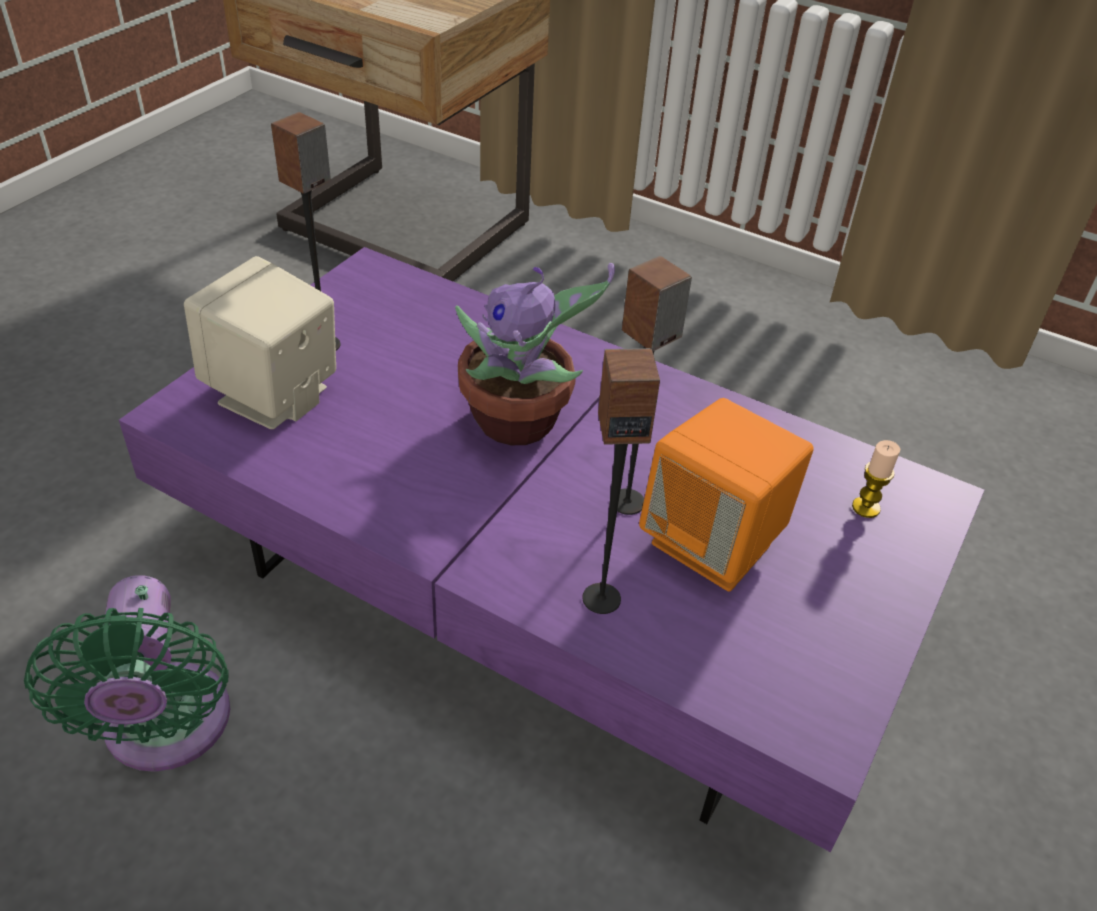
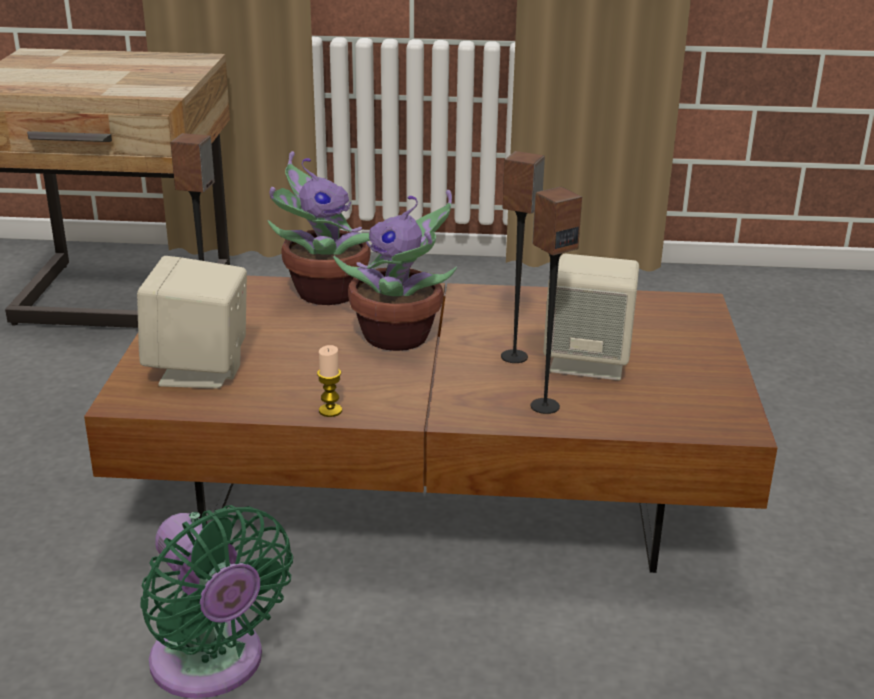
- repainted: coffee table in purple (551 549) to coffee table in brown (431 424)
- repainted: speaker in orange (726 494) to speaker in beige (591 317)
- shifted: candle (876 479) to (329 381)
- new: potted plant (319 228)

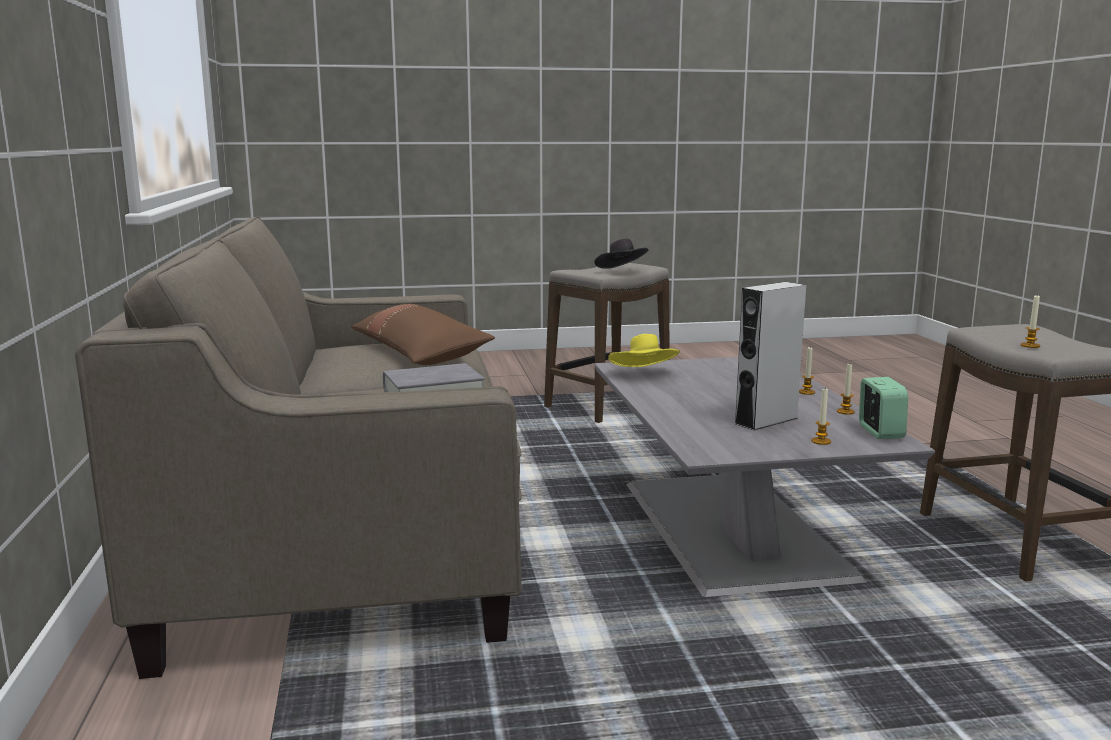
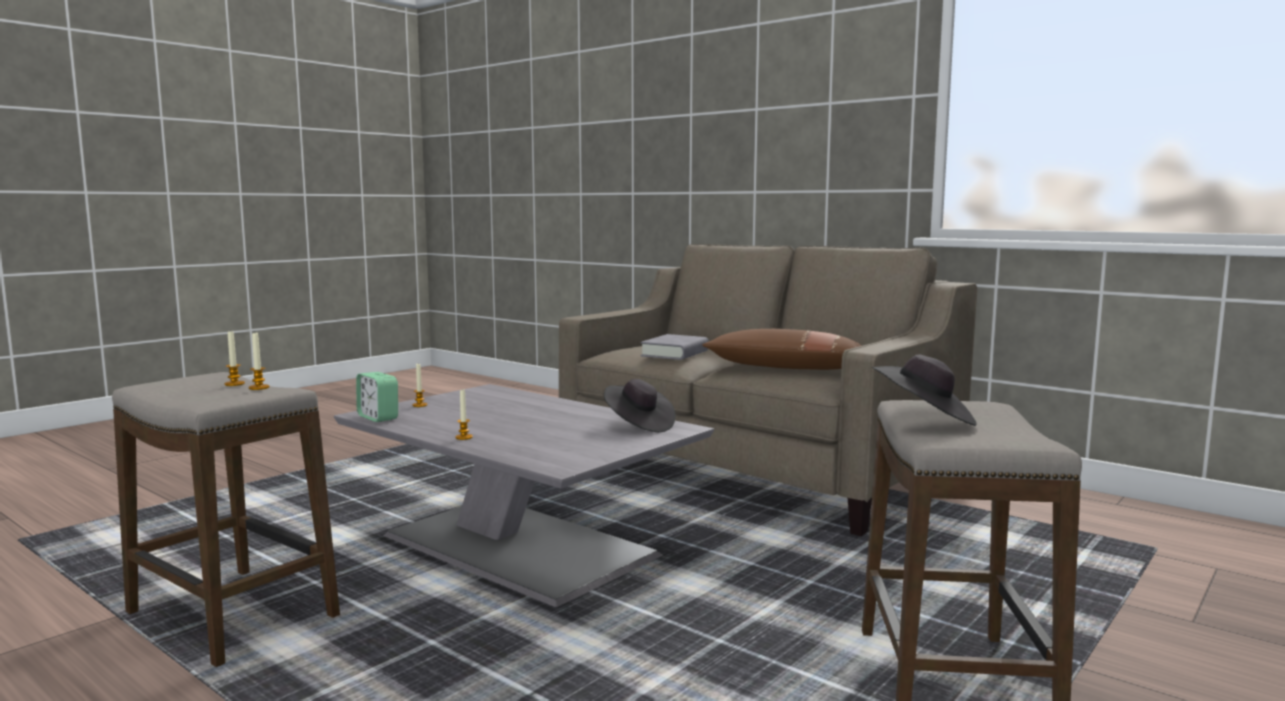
- gone: speaker in grey (770 356)
- repainted: hat in yellow (644 350) to hat in black (640 405)
- shifted: candle (846 389) to (259 361)

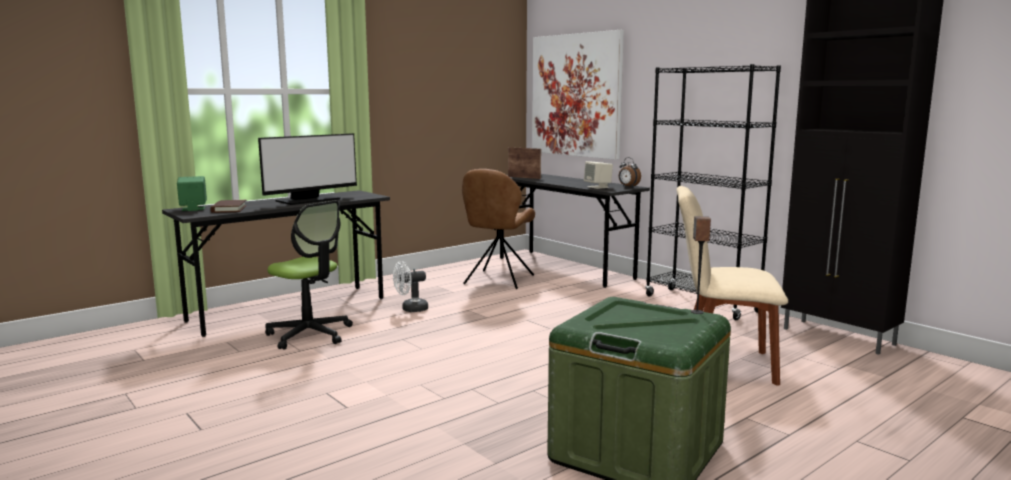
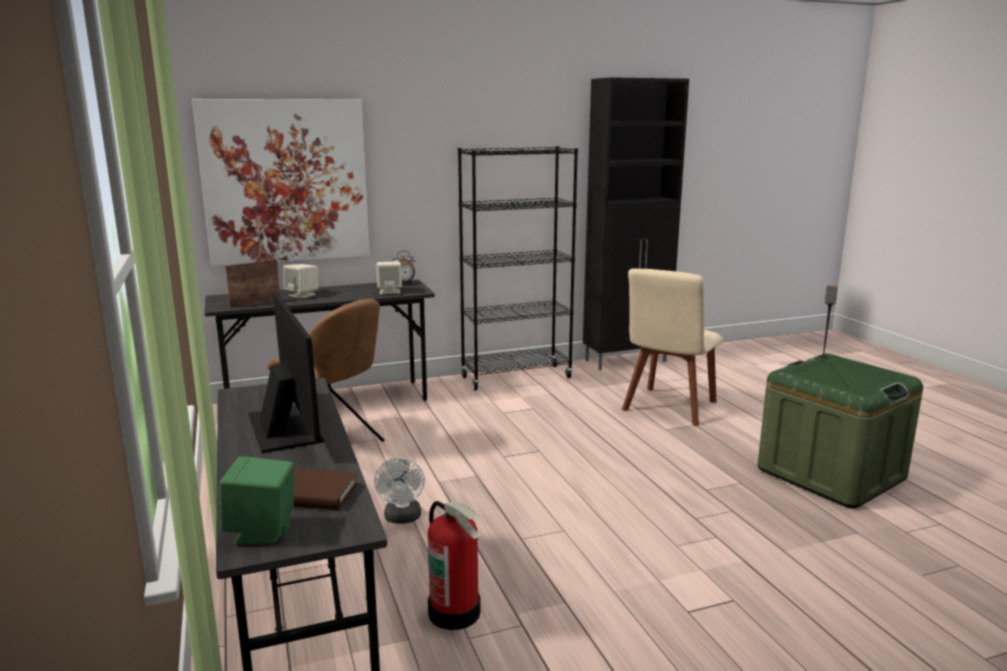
- swapped: office chair (309 275) to fire extinguisher (454 565)
- new: speaker in beige (300 281)

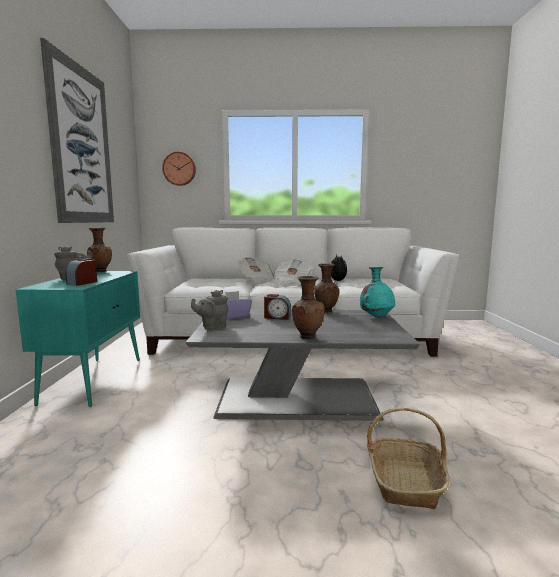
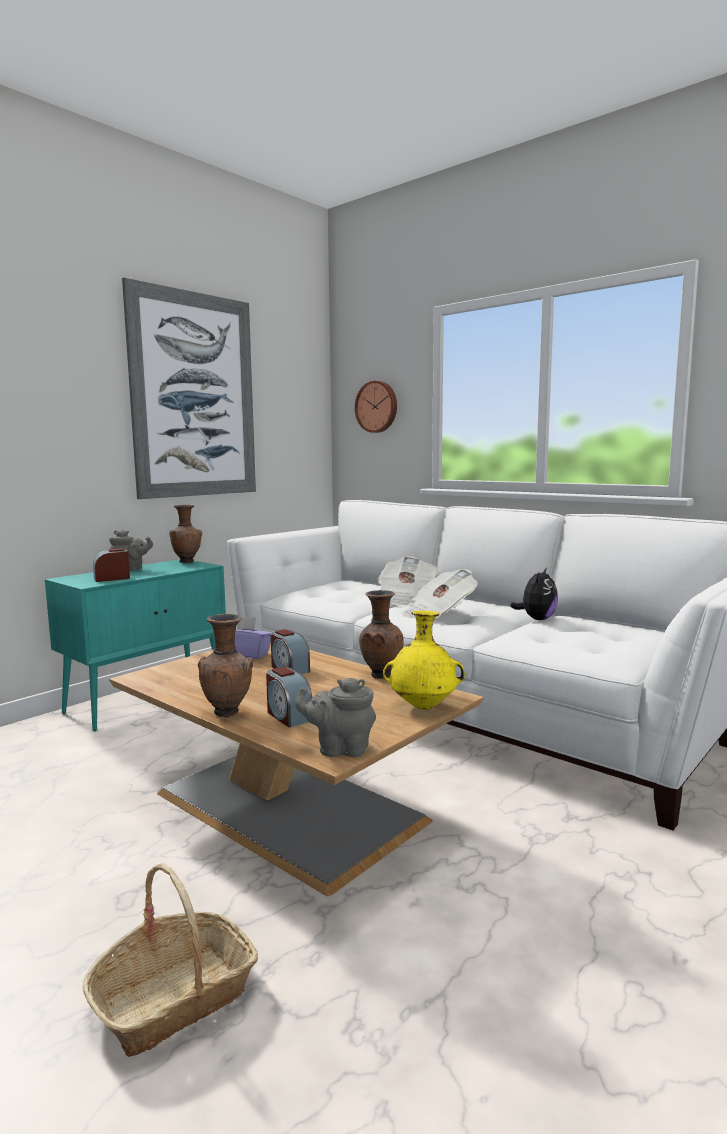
- repainted: vase in turquoise (377 292) to vase in yellow (424 660)
- shifted: teapot in grey (209 310) to (335 717)
- repainted: coffee table in grey (303 365) to coffee table in brown (296 769)
- new: alarm clock (289 697)

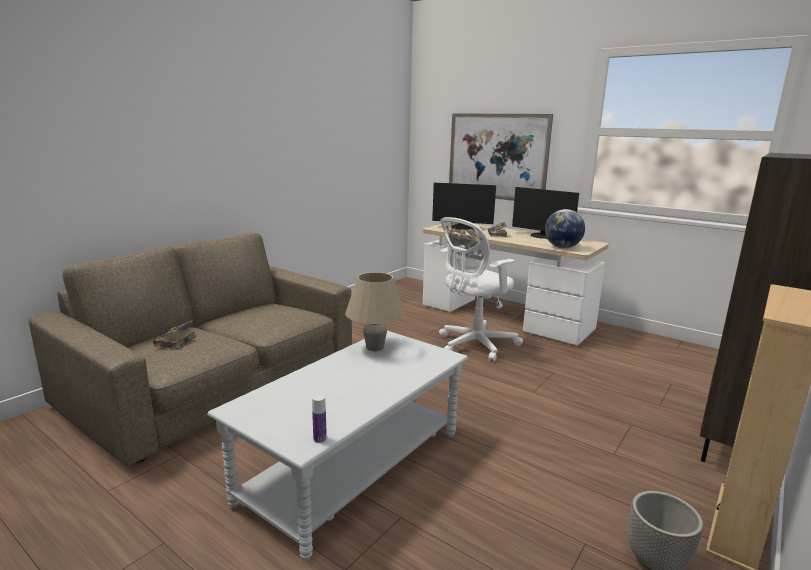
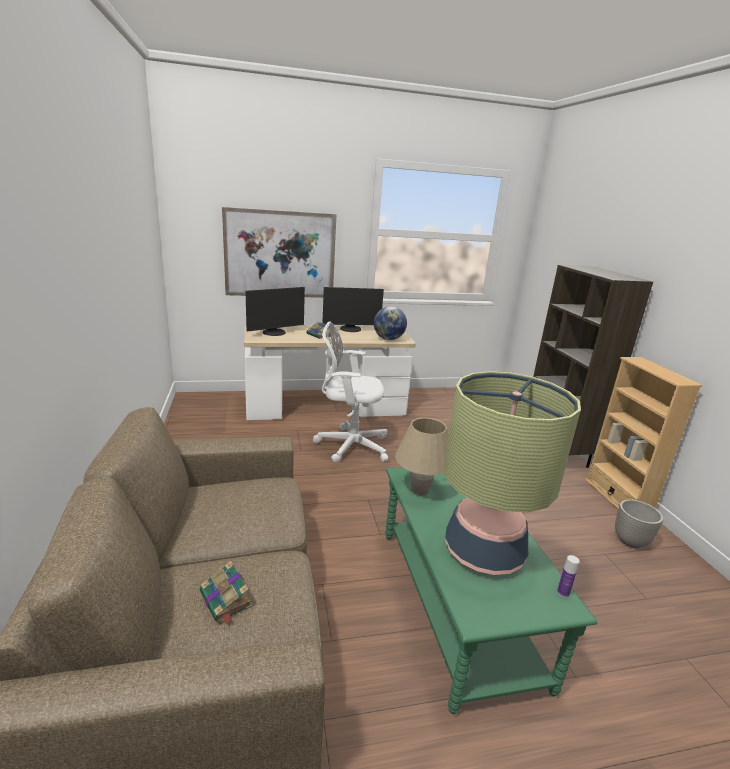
- rotated: office chair in white (481 289) = (350 392) 90 degrees clockwise
- repainted: coffee table in grey (337 446) to coffee table in green (491 591)
- new: table lamp (512 473)

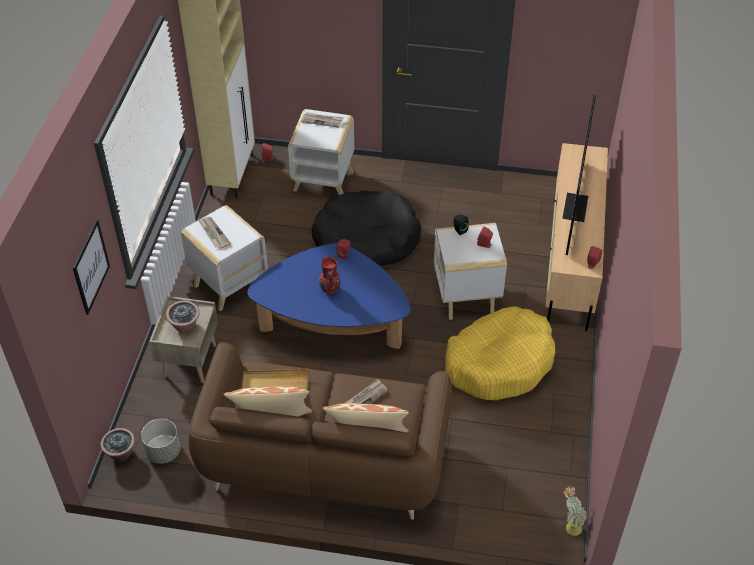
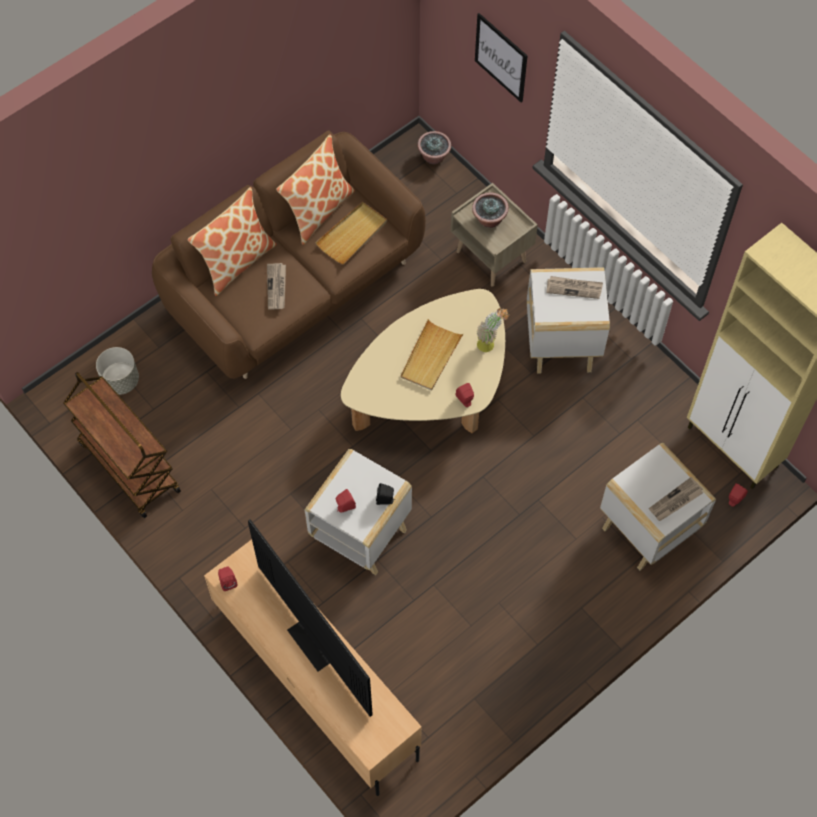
- gone: dog bed in black (366 228)
- repainted: coffee table in blue (329 296) to coffee table in beige (423 361)
- swapped: vase in red (330 275) to tray in beige (432 355)
- gone: dog bed in yellow (500 353)
- shifted: planter in grey (160 441) to (117 371)
- shifted: potted plant (575 511) to (493 330)
- new: cart in brown (122 445)

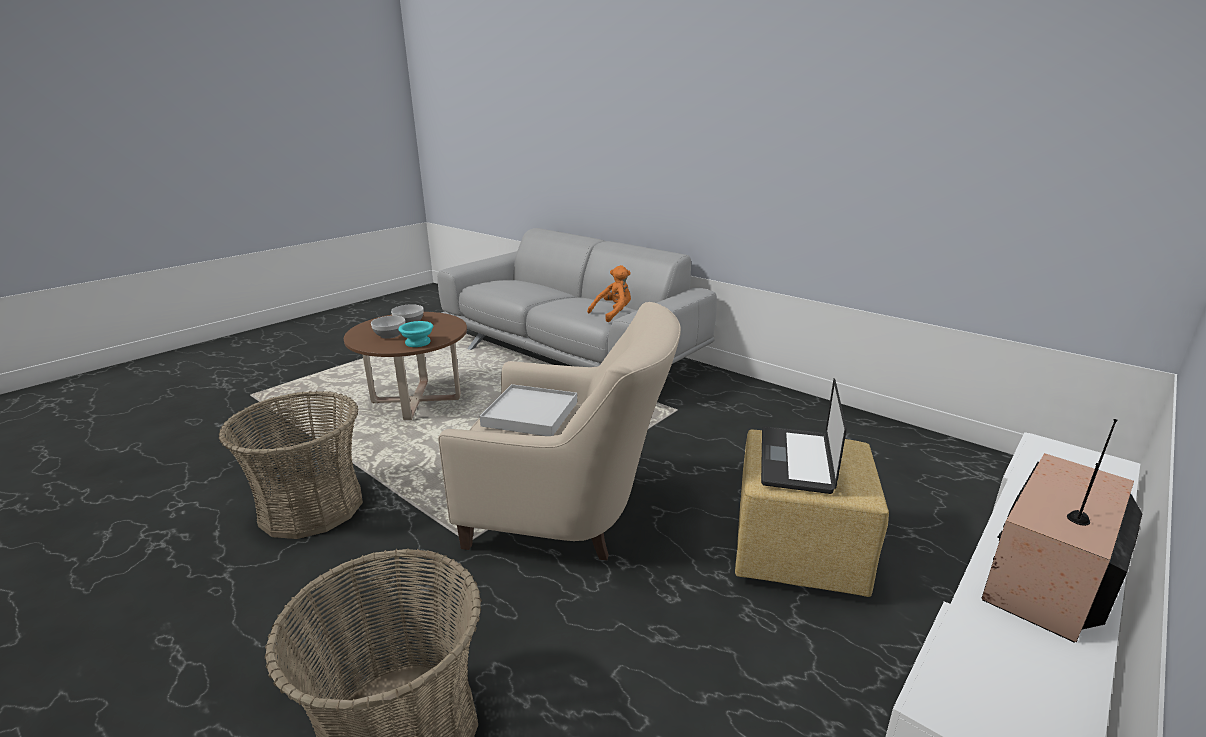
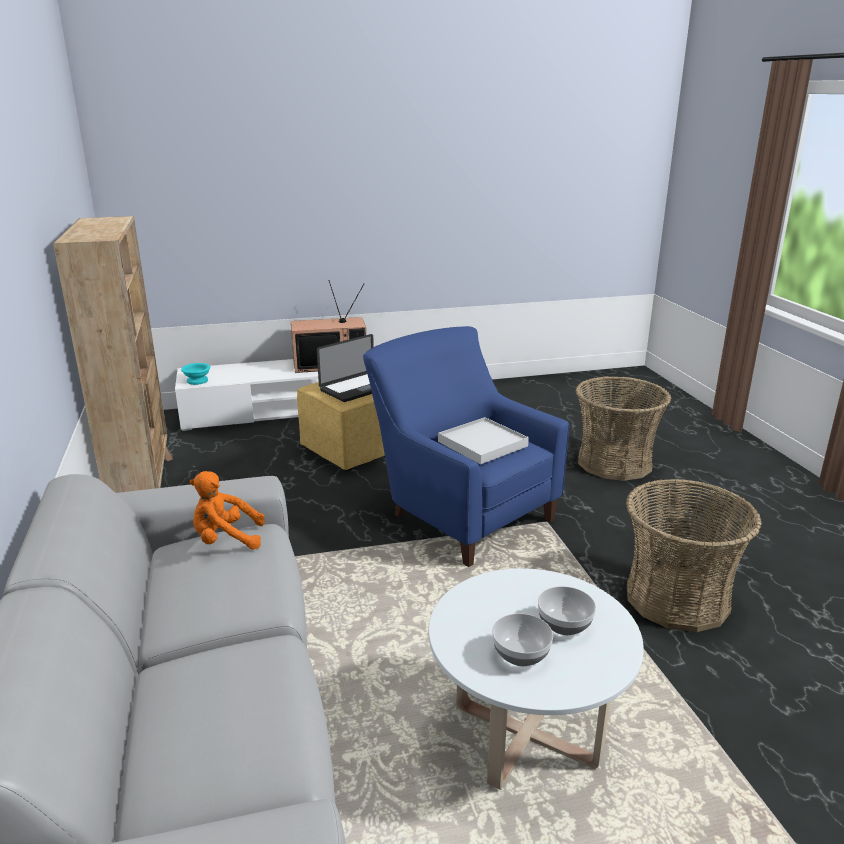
- repainted: armchair in beige (559 431) to armchair in blue (466 446)
- repainted: coffee table in brown (405 366) to coffee table in white (536 679)
- shifted: bowl in turquoise (415 334) to (195 374)
- new: bookcase in beige (113 354)

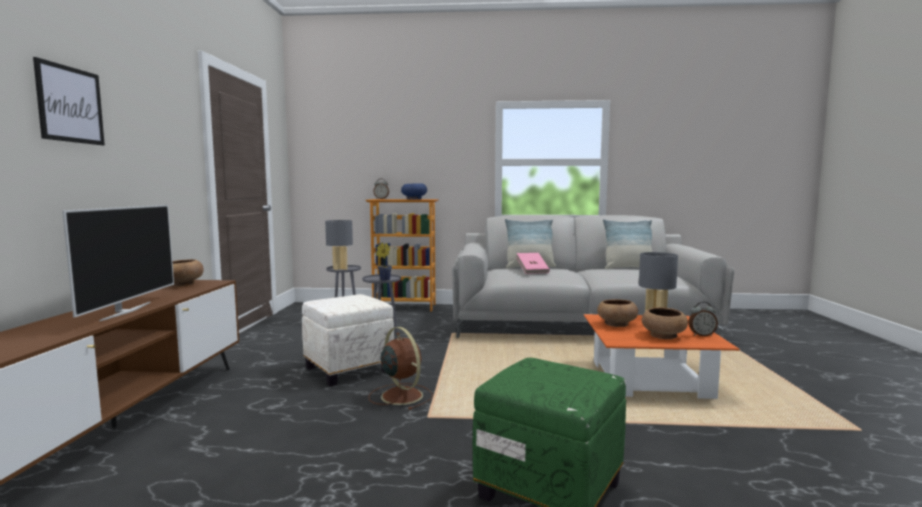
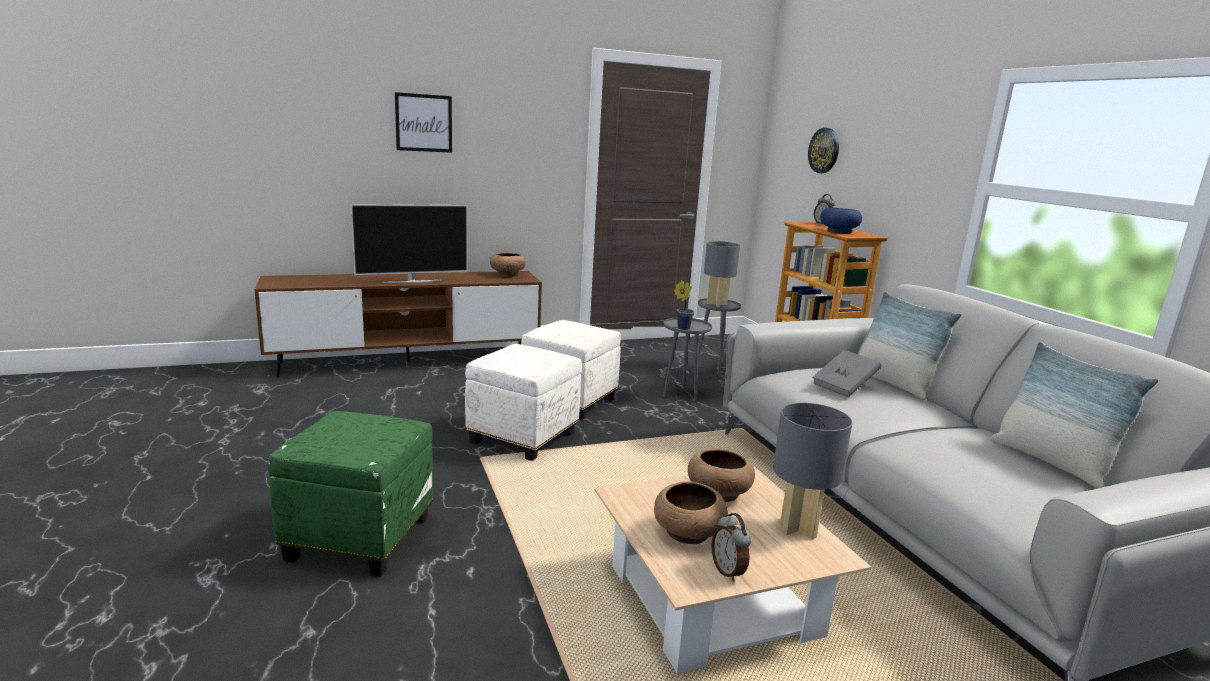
- repainted: book in pink (533 263) to book in grey (847 373)
- repainted: coffee table in orange (662 356) to coffee table in beige (733 570)
- swapped: fan in brown (400 368) to ottoman in white (523 402)
- new: wall clock (823 150)

